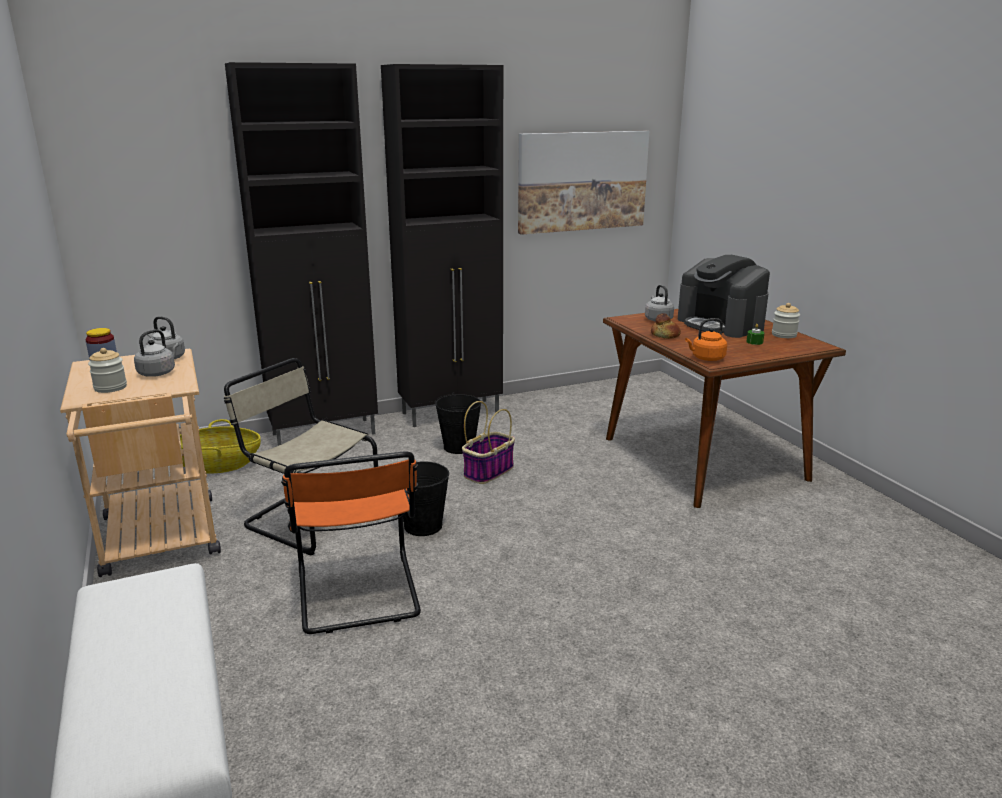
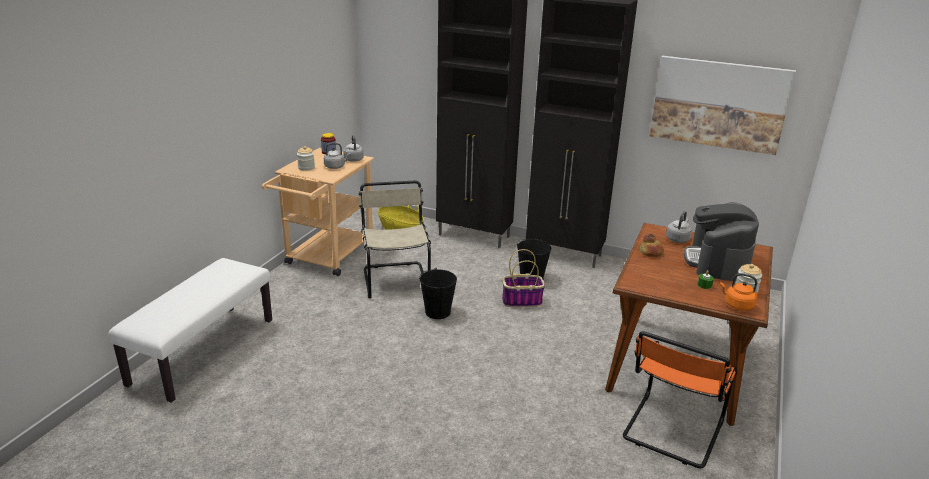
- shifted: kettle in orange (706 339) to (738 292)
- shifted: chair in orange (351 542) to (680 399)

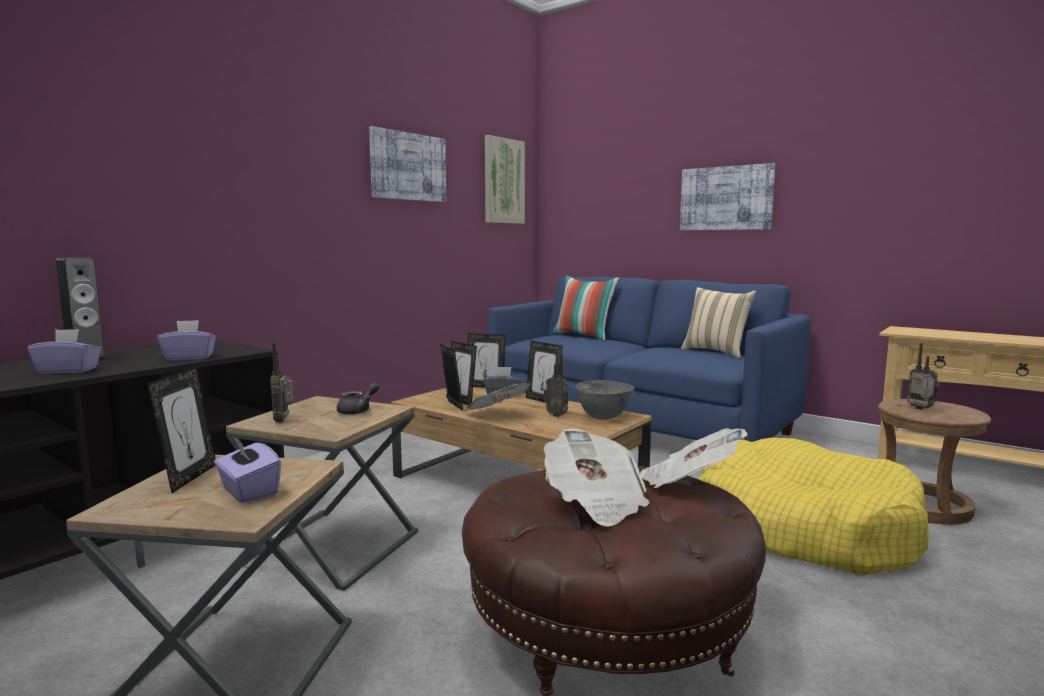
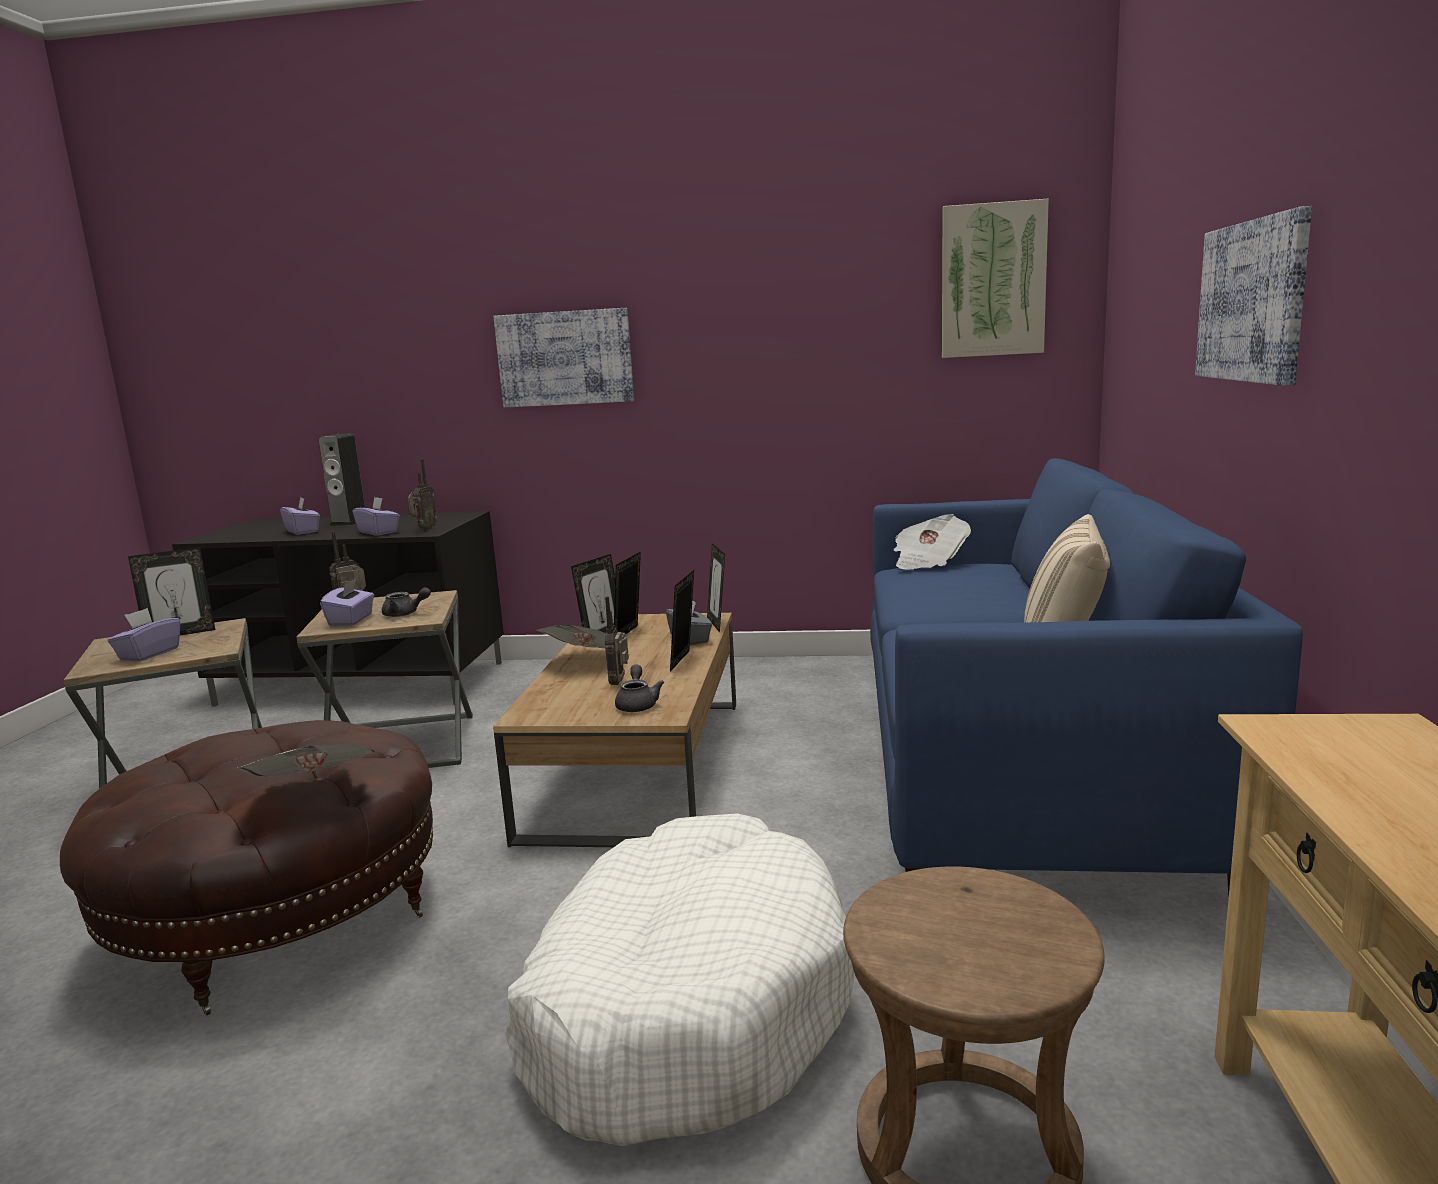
- shifted: picture (407 164) to (564 357)
- gone: pillow (586 308)
- shifted: radio (923 376) to (422 494)
- swapped: bowl in grey (604 399) to teapot in grey (639 688)
- shifted: newspaper (596 477) to (932 542)
- repainted: dog bed in yellow (813 506) to dog bed in white (679 979)
- new: tissue box in purple (347 602)

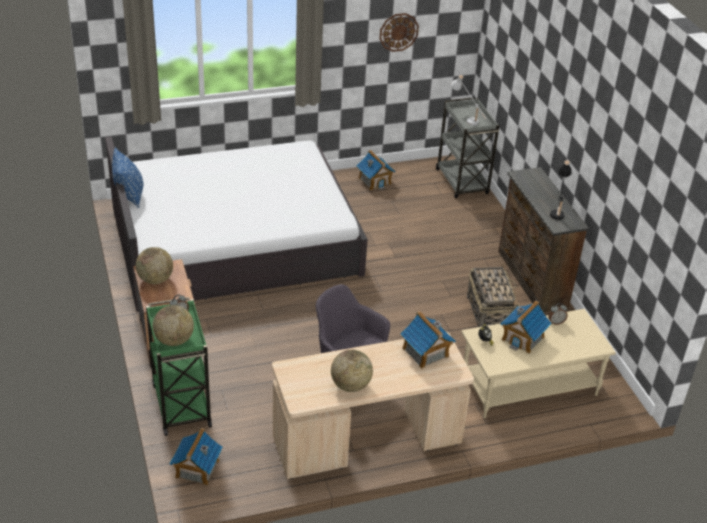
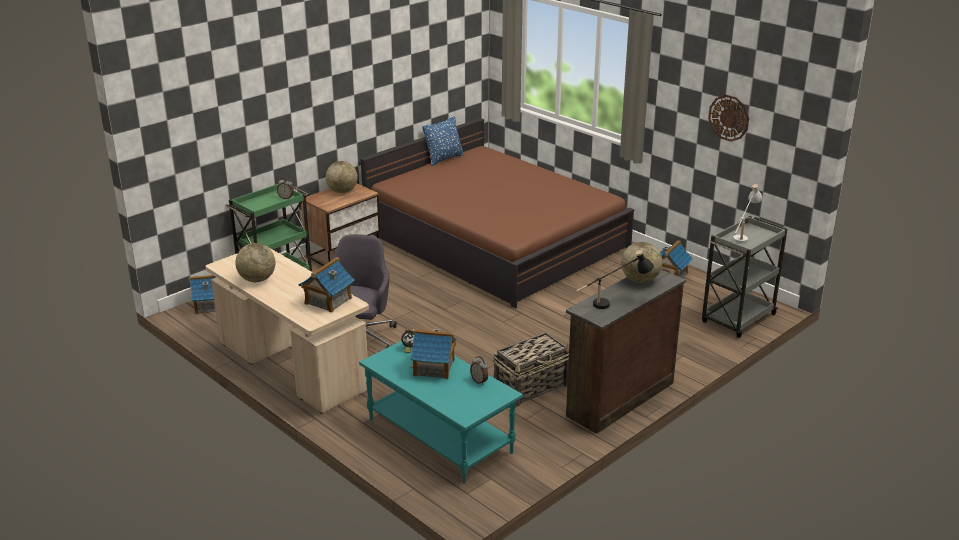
- repainted: bed in white (236 224) to bed in brown (497 213)
- shifted: globe (173 325) to (641 262)
- repainted: coffee table in beige (538 363) to coffee table in turquoise (441 412)

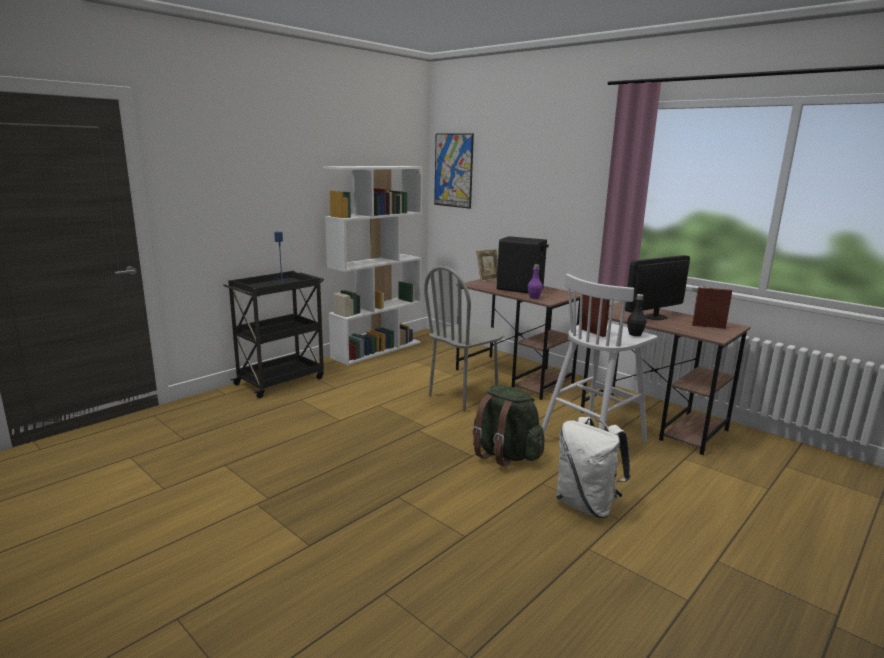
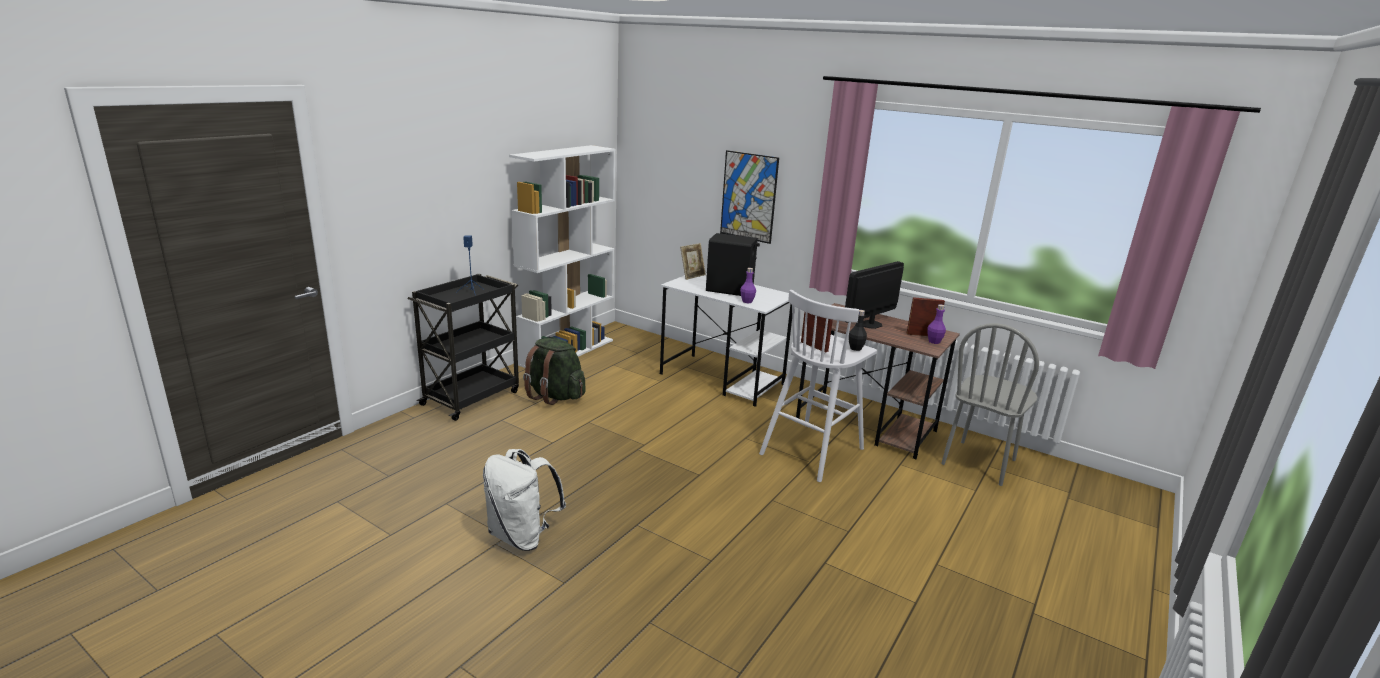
- shifted: picture (454 171) to (749 197)
- shifted: chair in grey (464 339) to (990 404)
- repainted: desk in brown (518 339) to desk in white (726 340)
- shifted: backpack in green (508 425) to (554 371)
- shifted: backpack in white (593 467) to (524 500)
- new: bottle in purple (937 324)

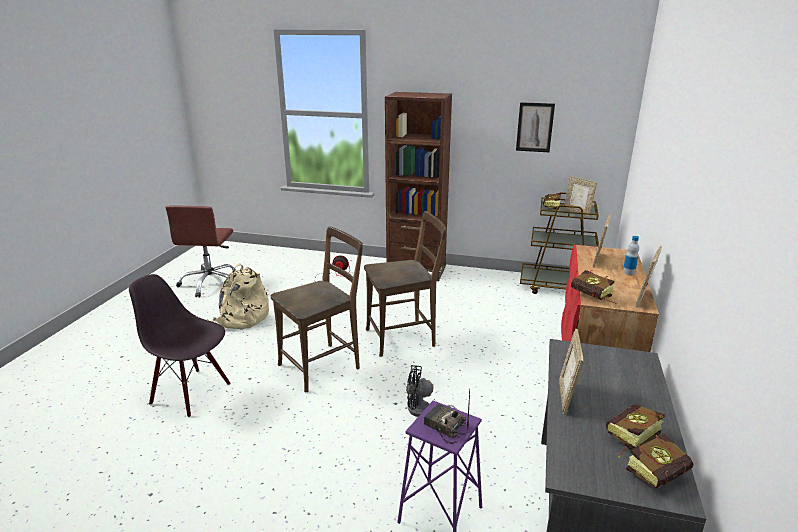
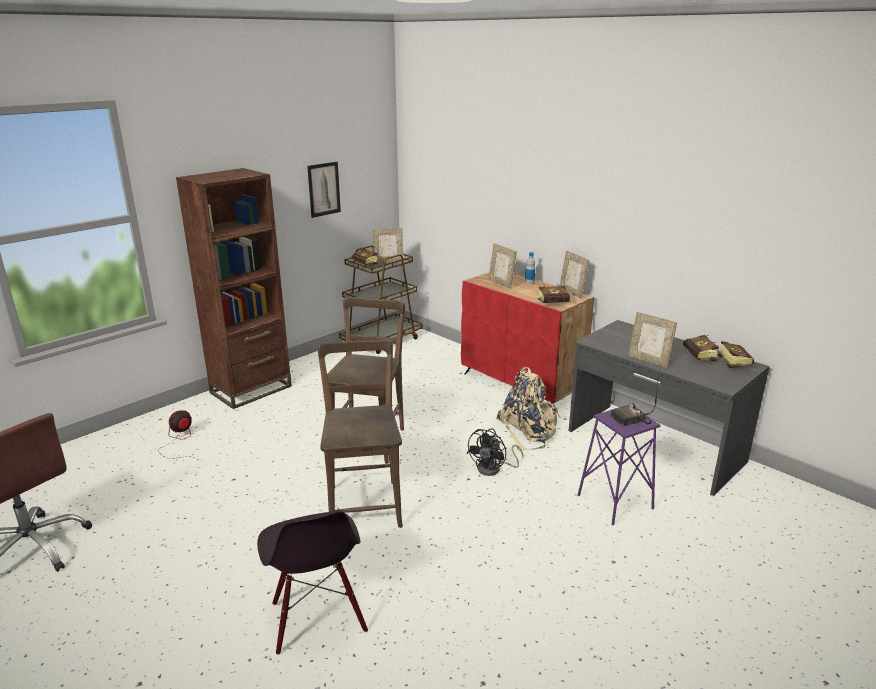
- shifted: backpack in beige (237 296) to (528 409)
- rotated: chair in black (180 346) = (312 582) 75 degrees counterclockwise

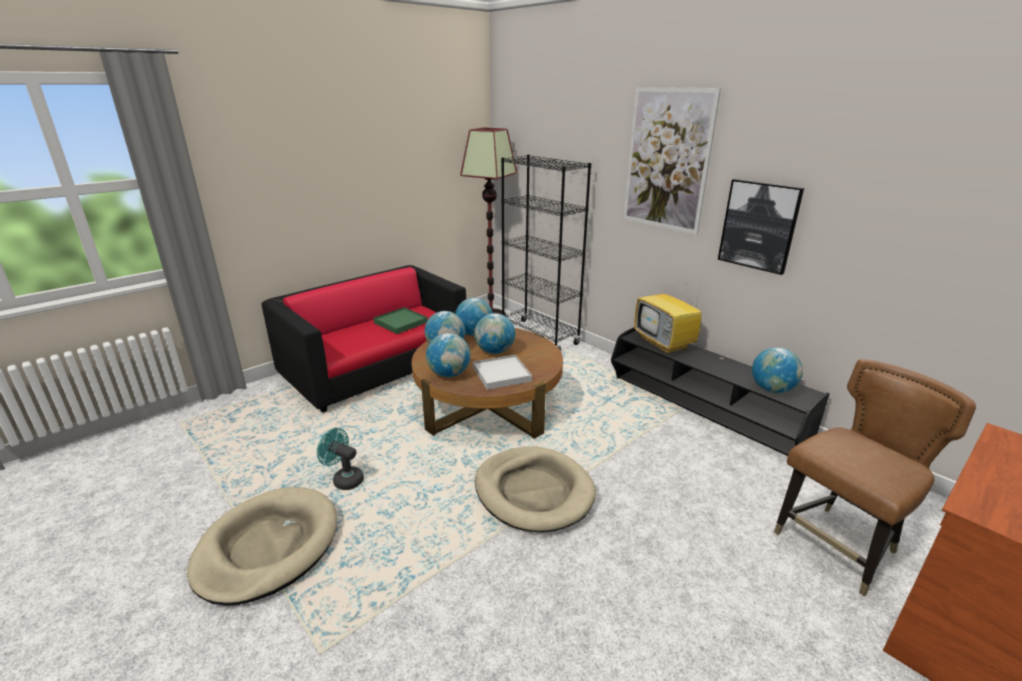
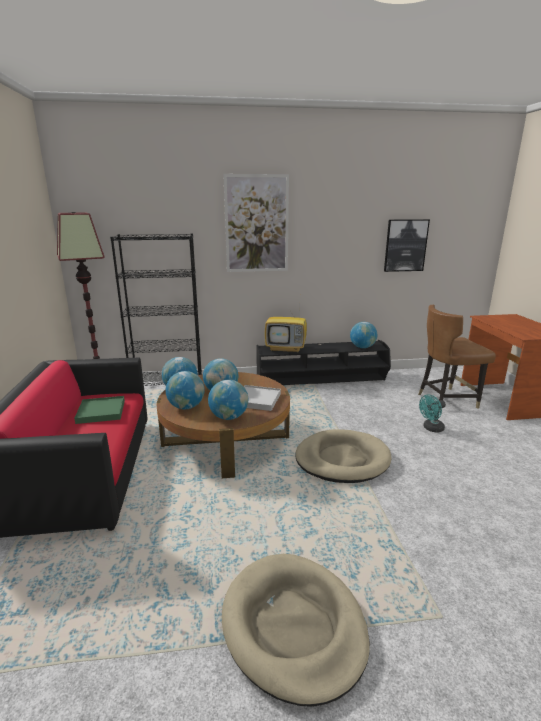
- shifted: picture (761 227) to (407 245)
- rotated: chair in brown (875 477) = (457 357) 105 degrees counterclockwise
- shifted: fan in turquoise (340 459) to (432 413)

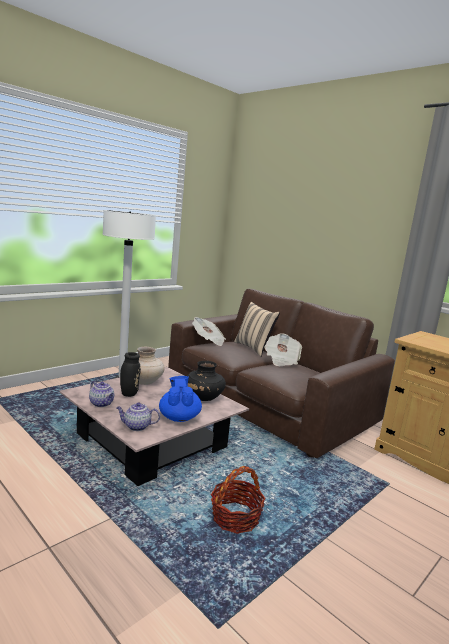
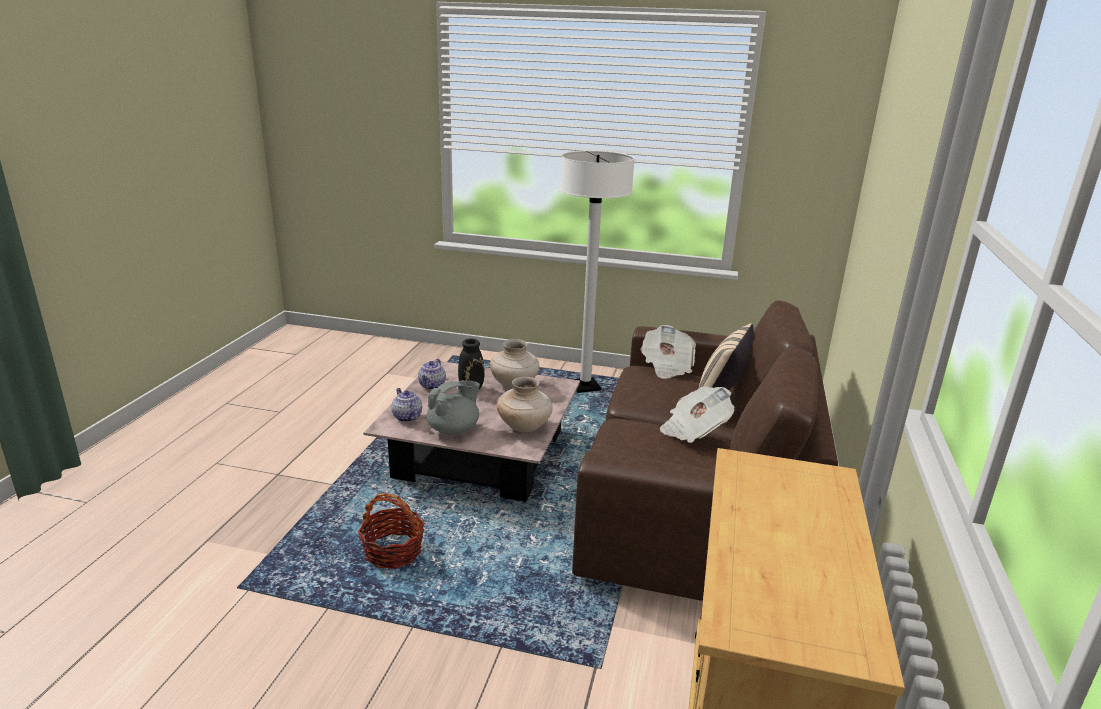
- repainted: vase in black (206 381) to vase in beige (525 404)
- repainted: teapot in blue (180 399) to teapot in grey (453 407)

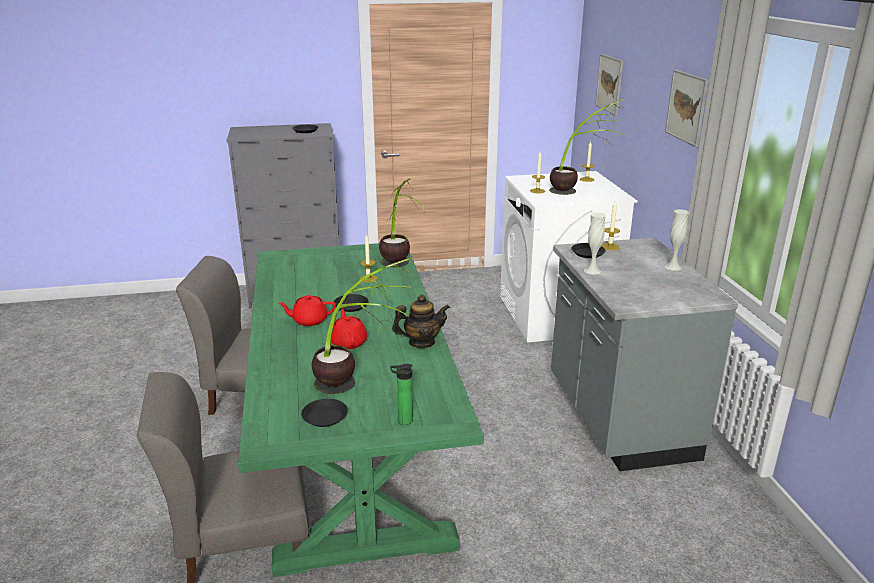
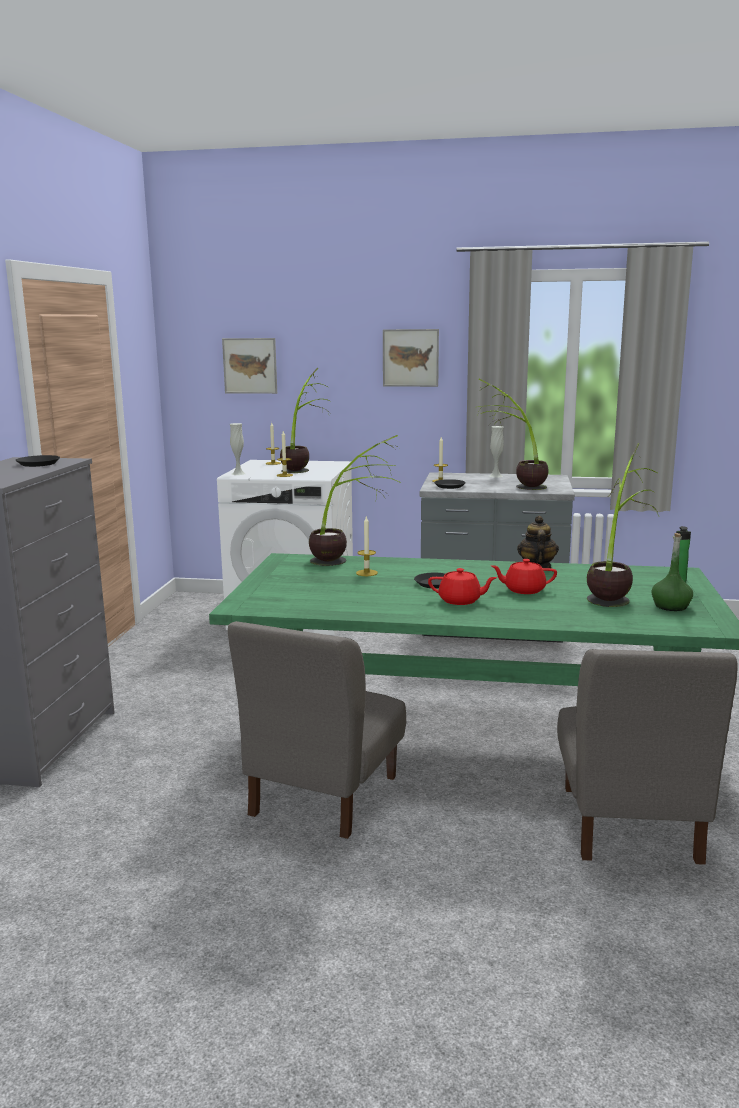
- shifted: vase in white (595 244) to (238 449)
- rotated: teapot in red (307 310) = (462 586) 90 degrees counterclockwise
- swapped: plate in black (324 413) to bottle in green (672 572)
- new: potted plant (513 434)

